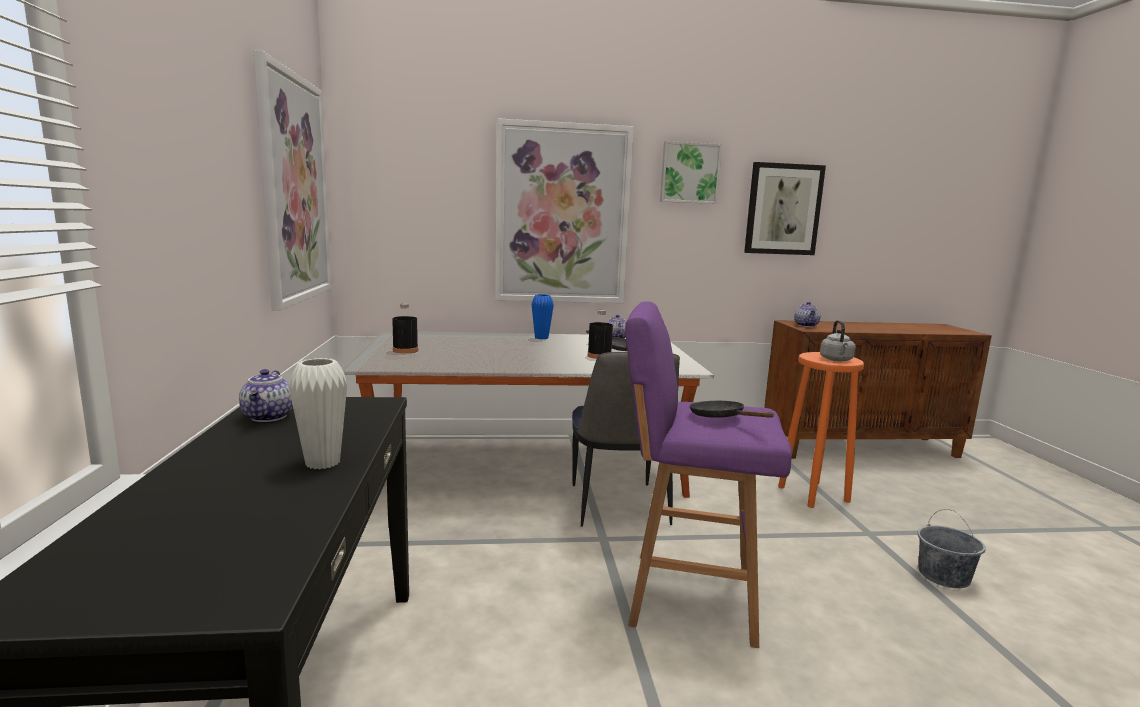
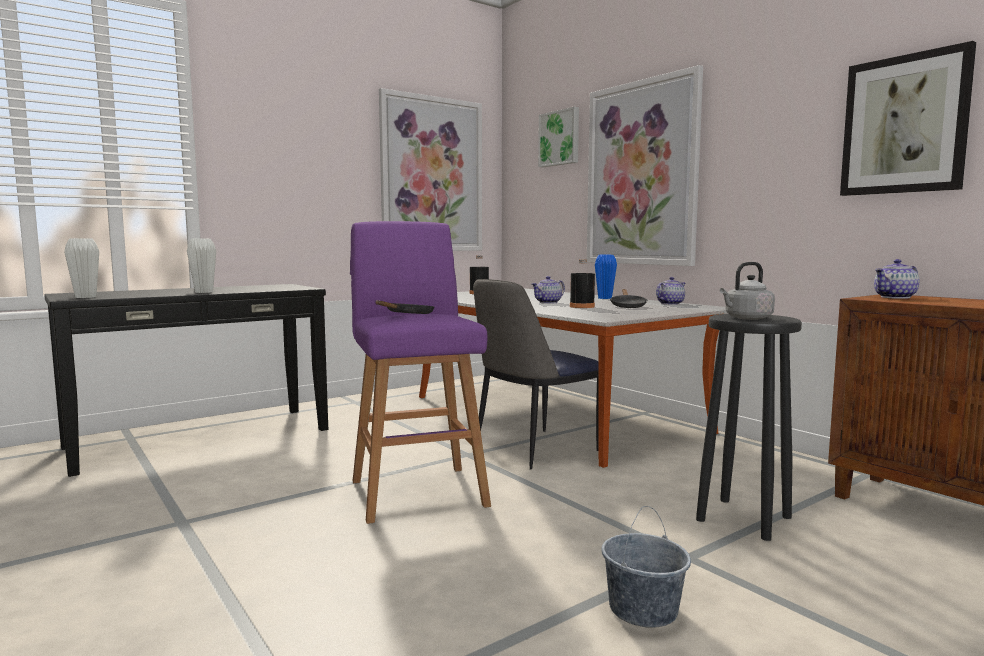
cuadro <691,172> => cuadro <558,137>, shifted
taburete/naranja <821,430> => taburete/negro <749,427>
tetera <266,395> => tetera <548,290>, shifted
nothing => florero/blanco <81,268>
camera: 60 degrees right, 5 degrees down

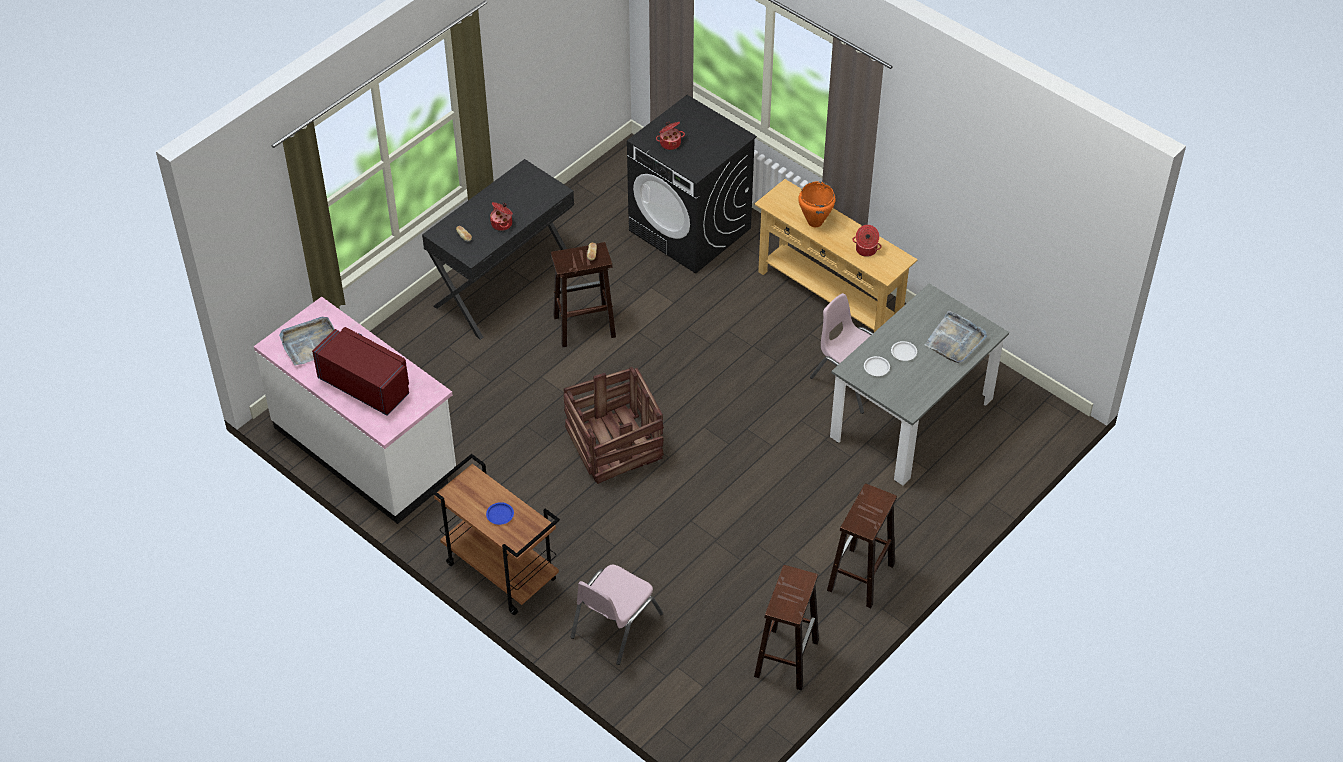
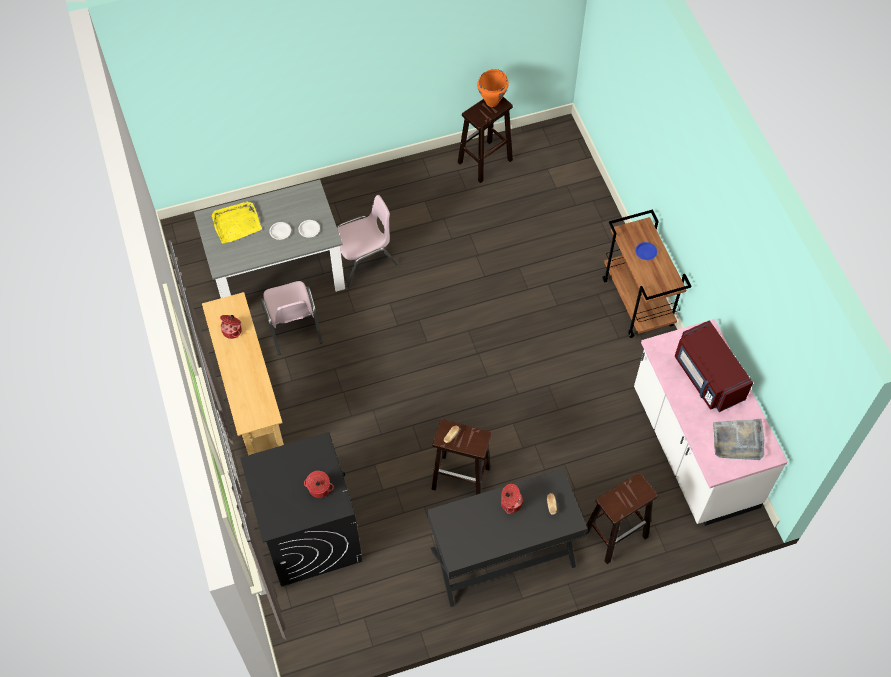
olla/naranja <817,204> => olla/naranja <493,88>, shifted
bandeja/gris <956,337> => bandeja/amarillo <237,222>
caja de embalaje <613,425> => nothing
taburete/marrón <862,546> => taburete/marrón <622,518>, shifted
silla/rosa <617,614> => silla/rosa <363,240>, shifted
camera: 150 degrees left, 10 degrees up

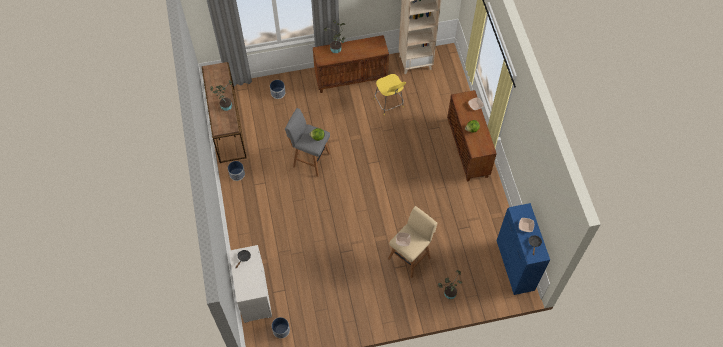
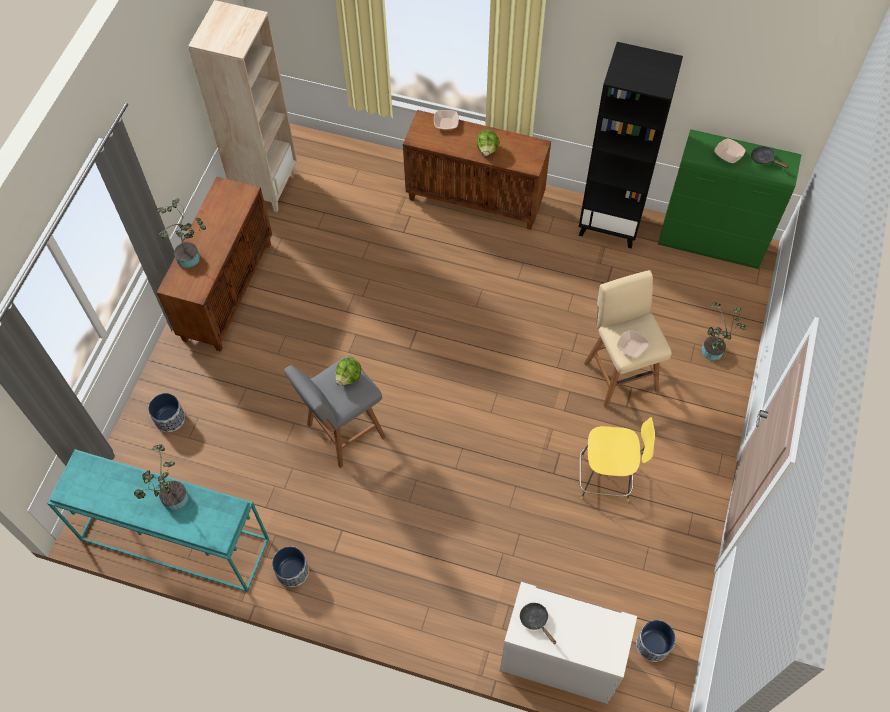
mesa consola/marrón <224,112> => mesa consola/turquesa <158,520>
taburete/amarillo <390,94> => taburete/amarillo <617,459>, shifted
armario/azul <523,249> => armario/verde <730,199>
nothing => estantería/negro <631,145>
camera: 60 degrees left, 0 degrees up

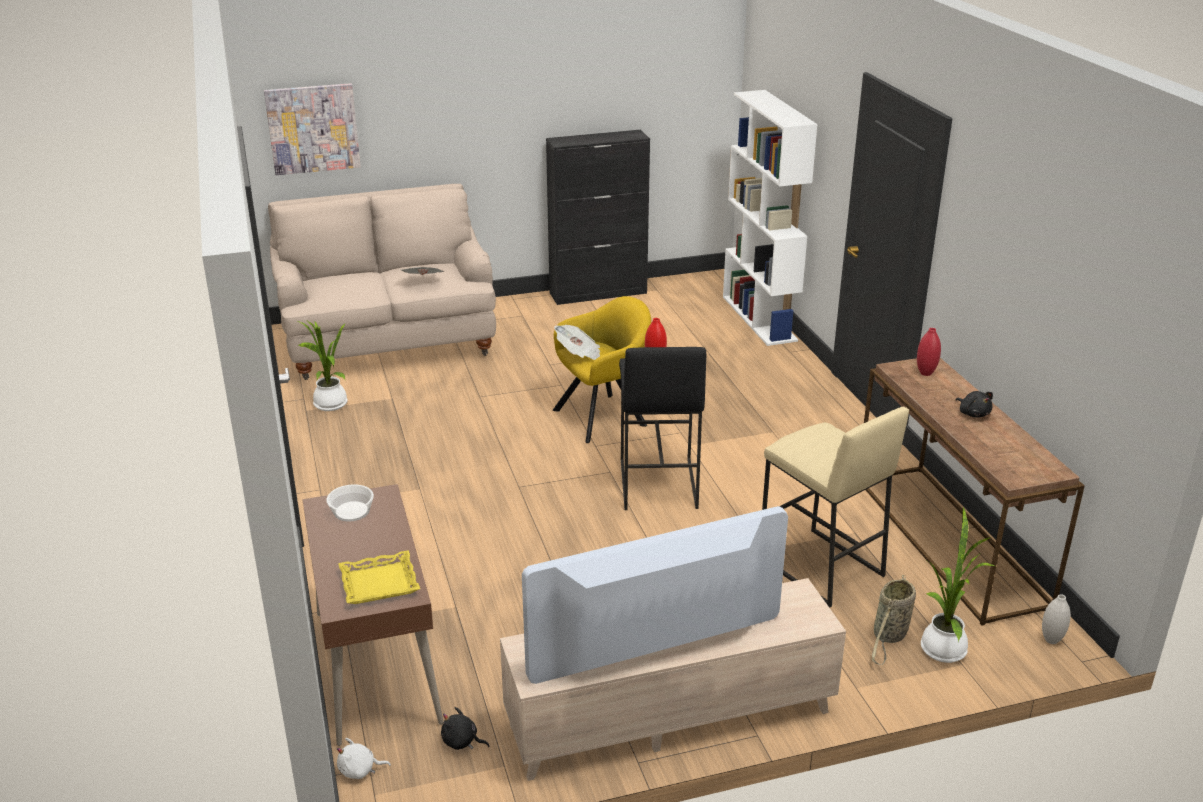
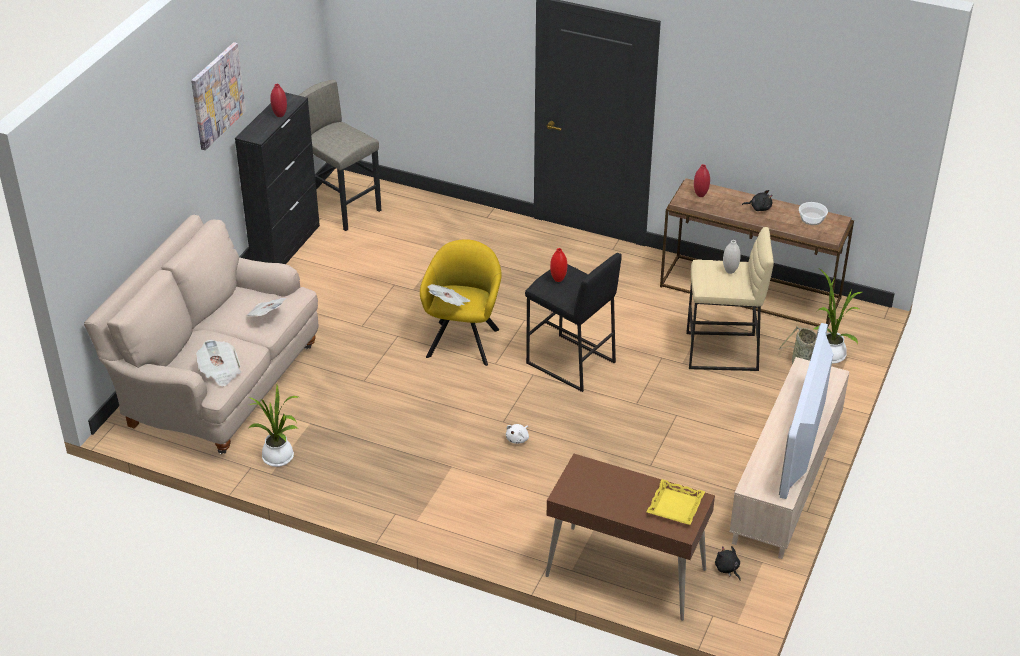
cuadro <312,129> => cuadro <218,96>, shifted
estantería/blanco <770,218> => nothing
cuenco <350,503> => cuenco <813,213>, shifted
florero/blanco <1056,619> => florero/blanco <732,257>, shifted
peluche/negro <465,728> => peluche/negro <728,563>, 90 degrees clockwise
peluche/blanco <364,758> => peluche/blanco <517,434>, shifted
nothing => taburete/gris <340,155>
nothing => florero/rojo <278,100>
nothing => periódico <218,363>
camera: 50 degrees left, 10 degrees up

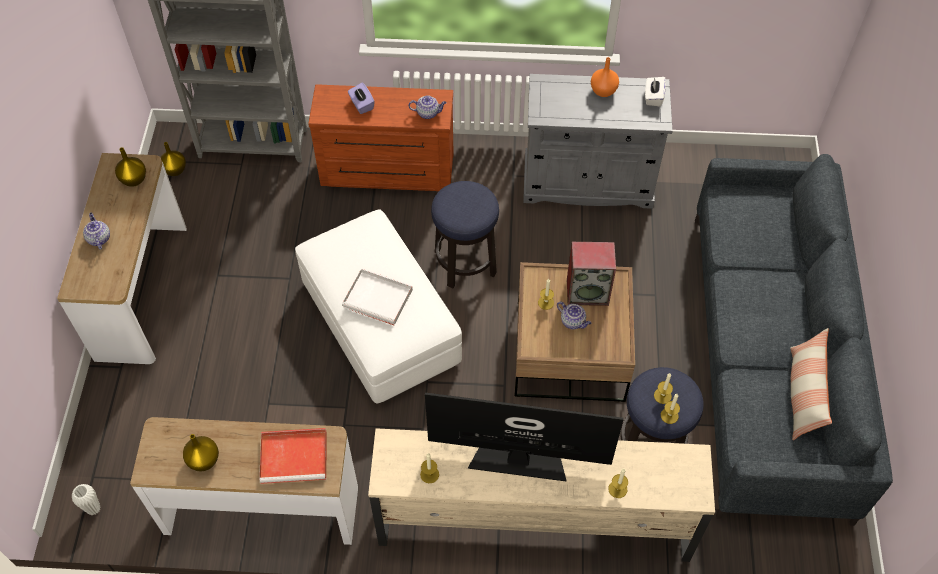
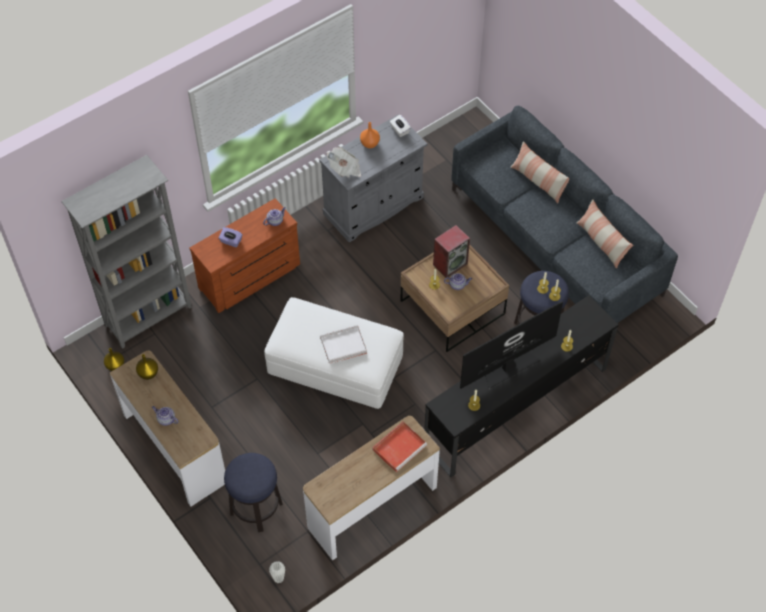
taburete <465,234> => taburete <253,492>, shifted
mueble de televisión/beis <541,495> => mueble de televisión/negro <521,386>
florero/amarillo <201,453> => nothing
nothing => cojín <540,172>
nothing => periódico <344,162>
camera: 40 degrees left, 0 degrees up

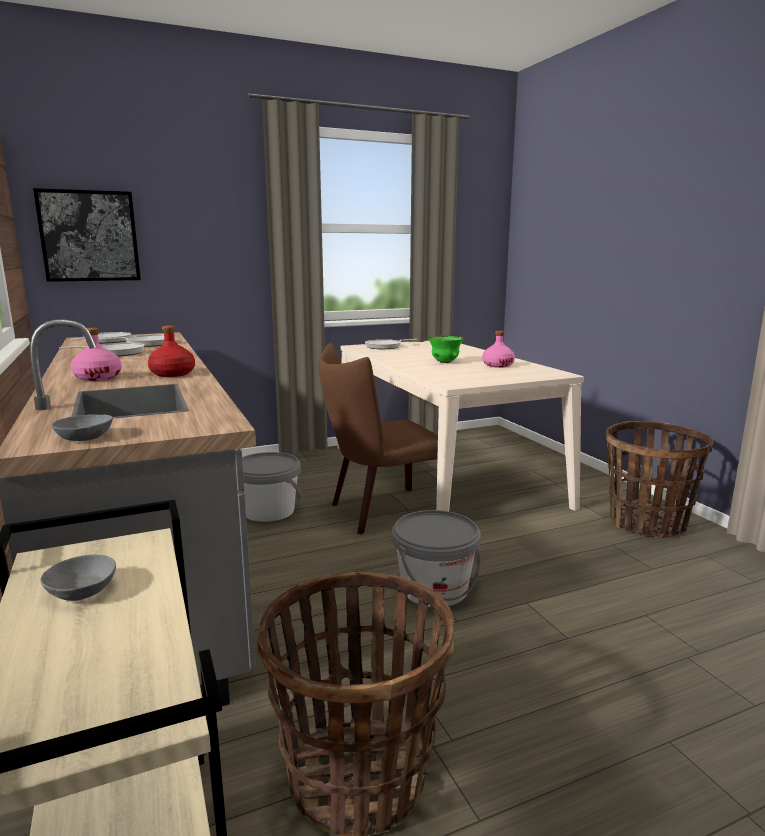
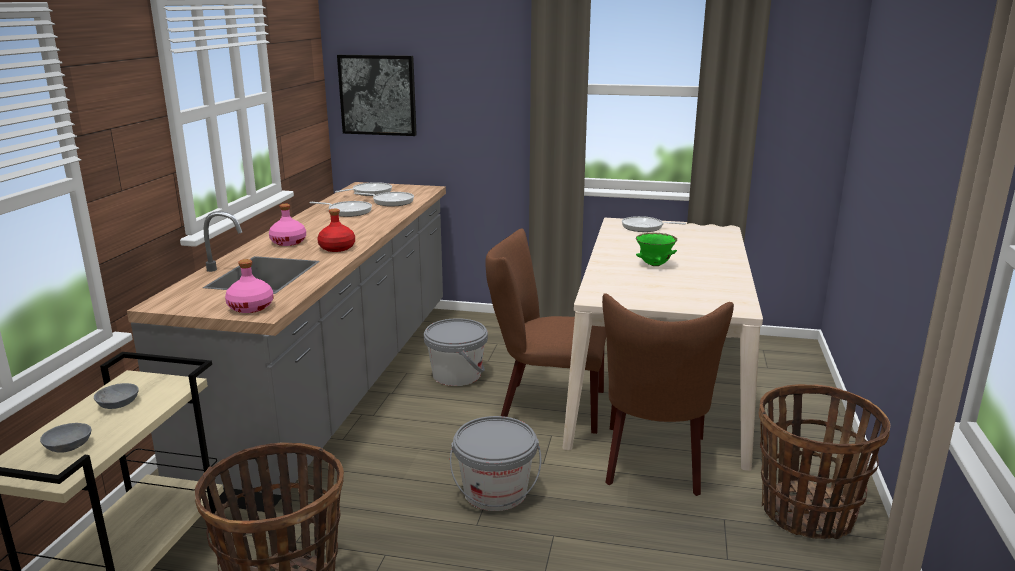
botella/rosa <498,349> => botella/rosa <249,286>, shifted
cuenco/gris <82,427> => cuenco/gris <65,438>, shifted
nothing => silla/marrón <668,394>
camera: 35 degrees right, 5 degrees up

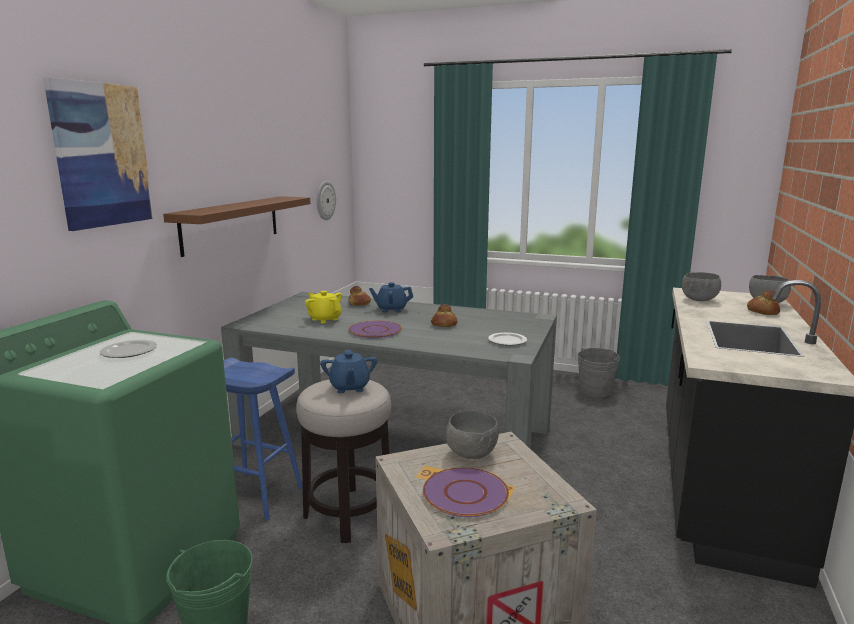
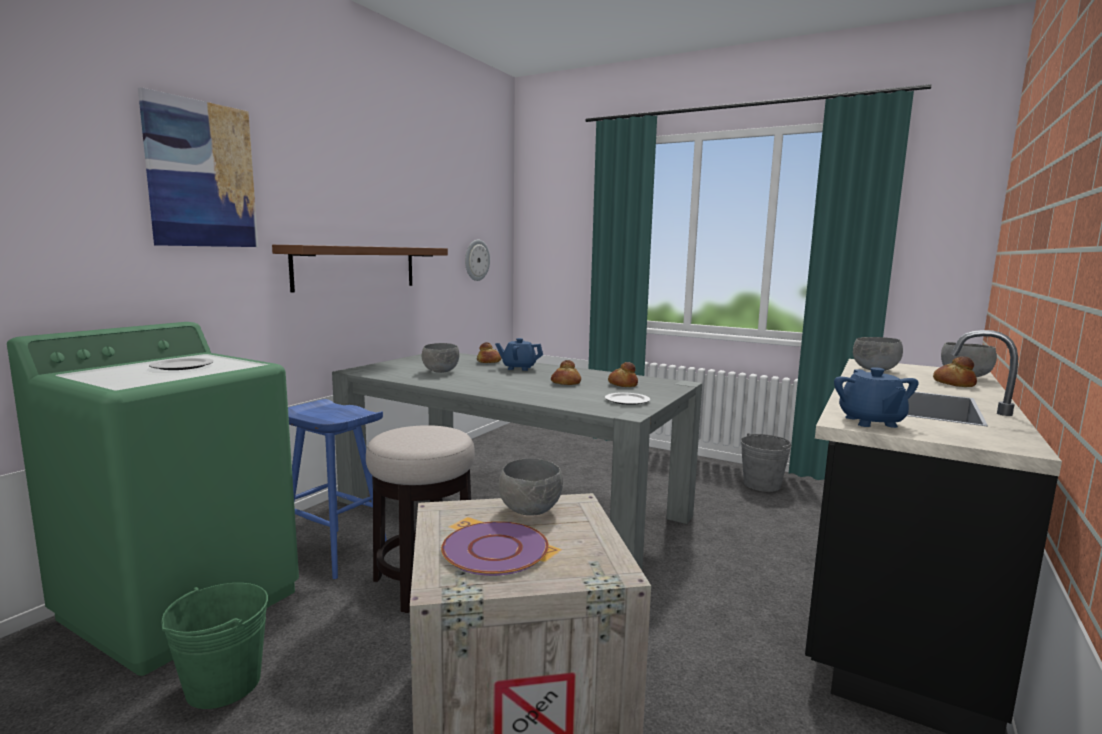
tetera/amarillo <323,307> => cuenco/gris <440,358>
plato/morado <375,329> => nothing
tetera/azul <348,371> => tetera/azul <876,397>, shifted
nothing => pan <623,374>
camera: 10 degrees right, 5 degrees down

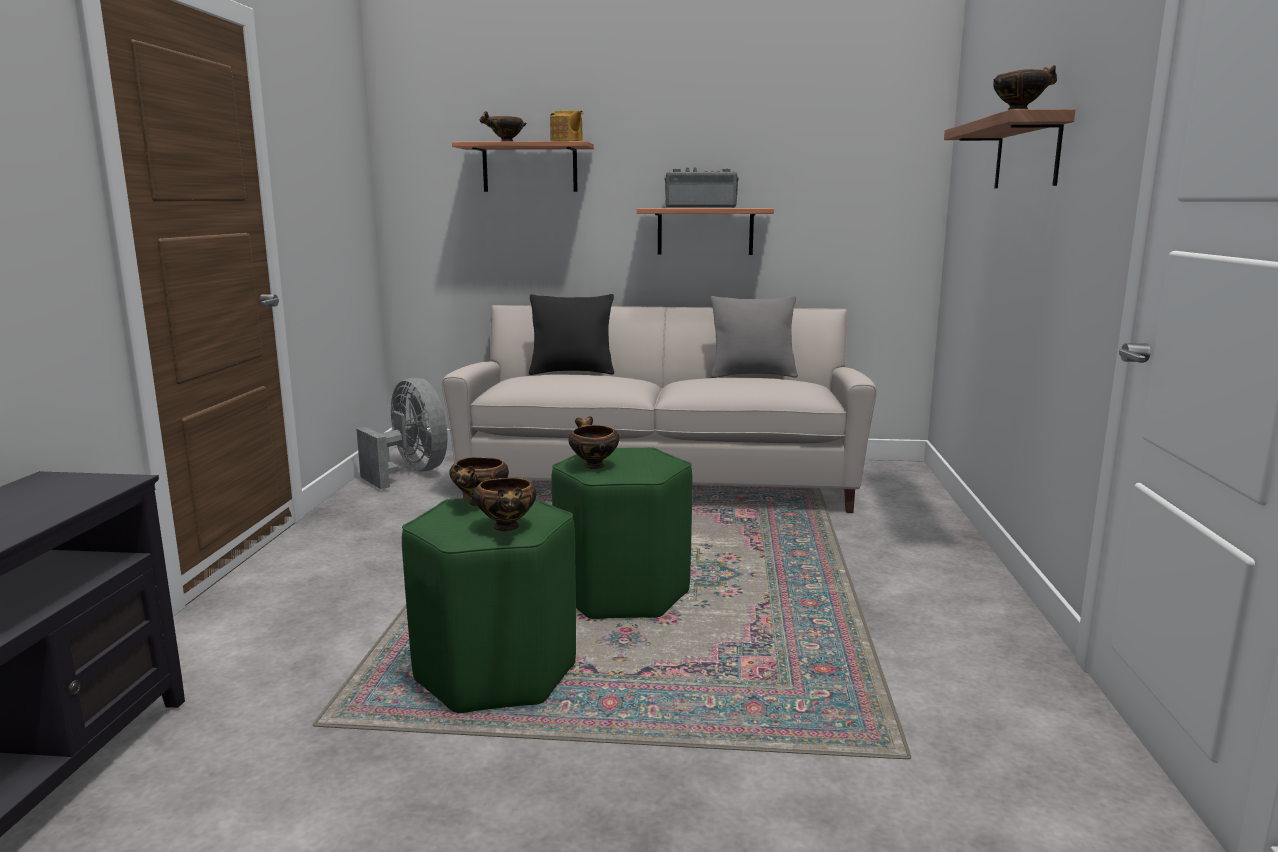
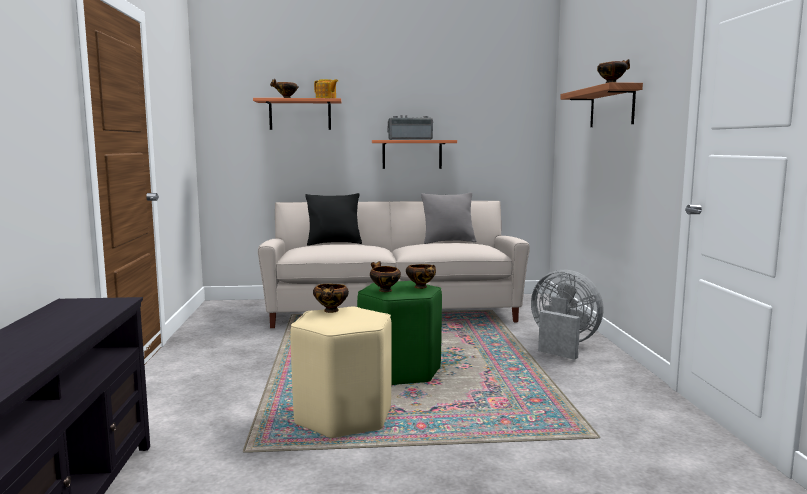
ventilador/gris <401,433> => ventilador/gris <567,315>, shifted
cuenco <505,504> => cuenco <421,276>, shifted
taburete/verde <489,605> => taburete/beis <341,372>
camera: 10 degrees left, 5 degrees down

